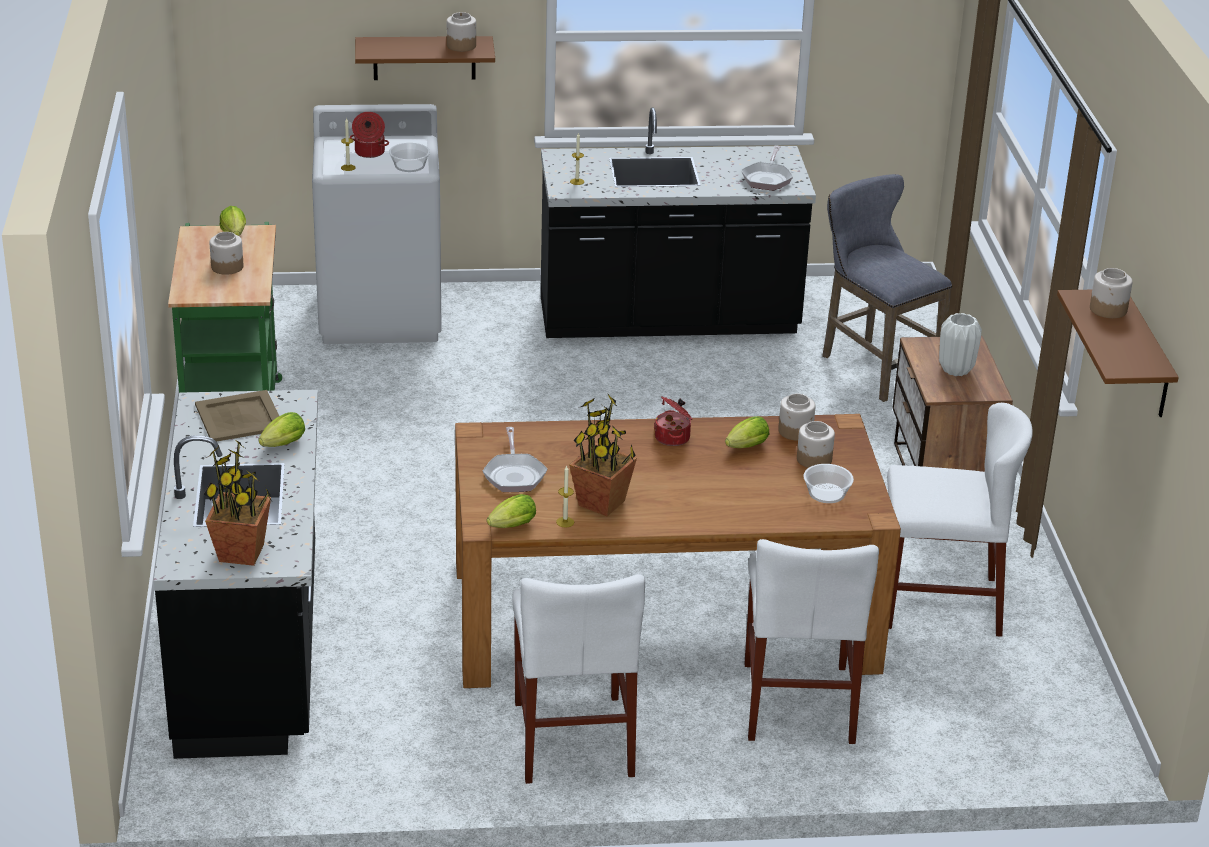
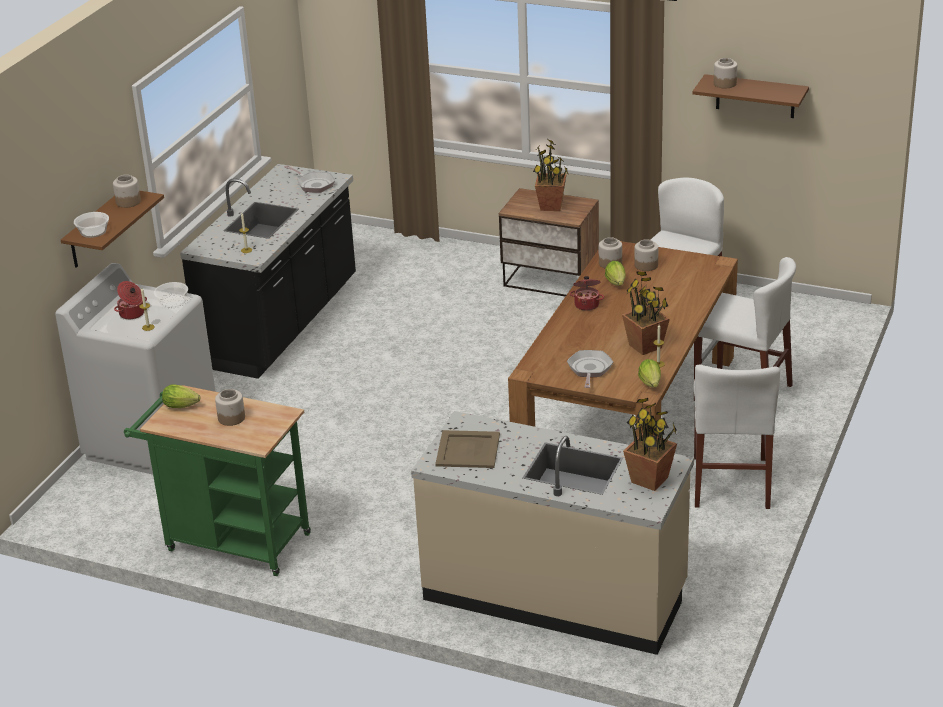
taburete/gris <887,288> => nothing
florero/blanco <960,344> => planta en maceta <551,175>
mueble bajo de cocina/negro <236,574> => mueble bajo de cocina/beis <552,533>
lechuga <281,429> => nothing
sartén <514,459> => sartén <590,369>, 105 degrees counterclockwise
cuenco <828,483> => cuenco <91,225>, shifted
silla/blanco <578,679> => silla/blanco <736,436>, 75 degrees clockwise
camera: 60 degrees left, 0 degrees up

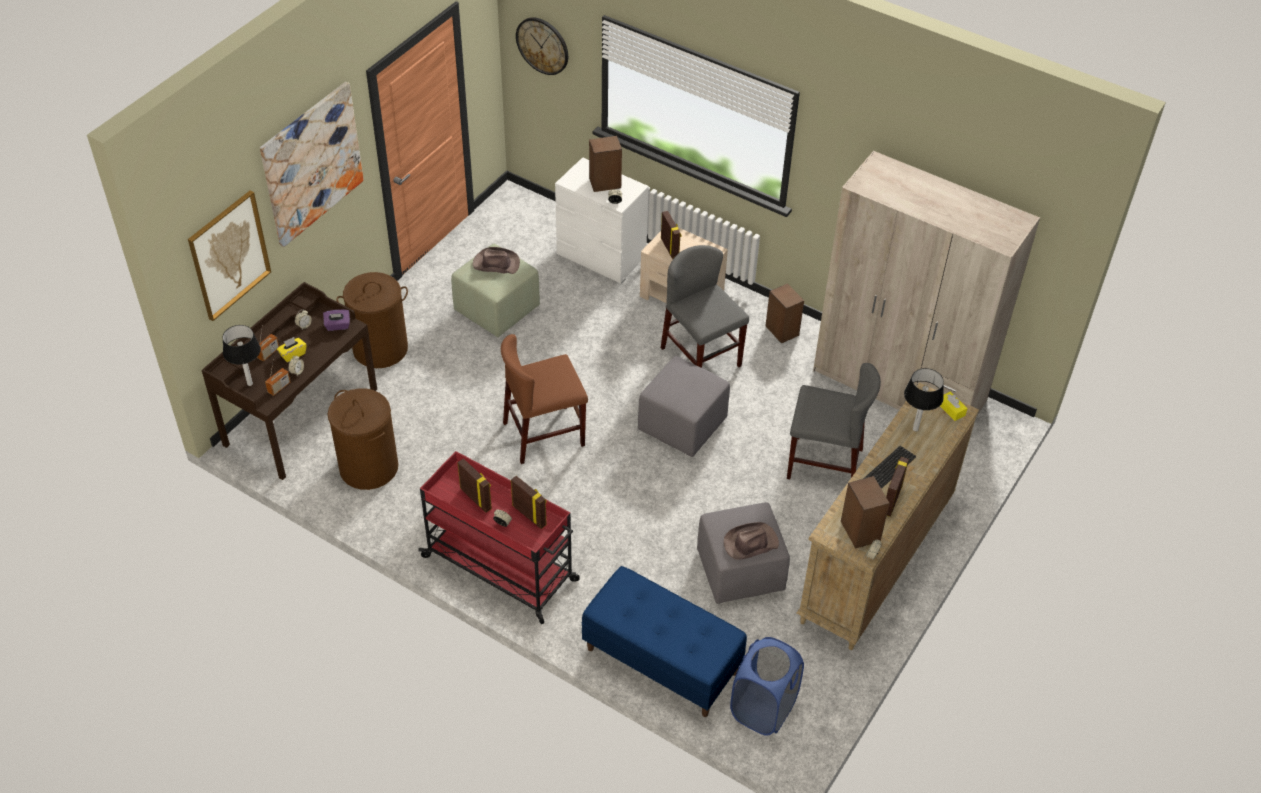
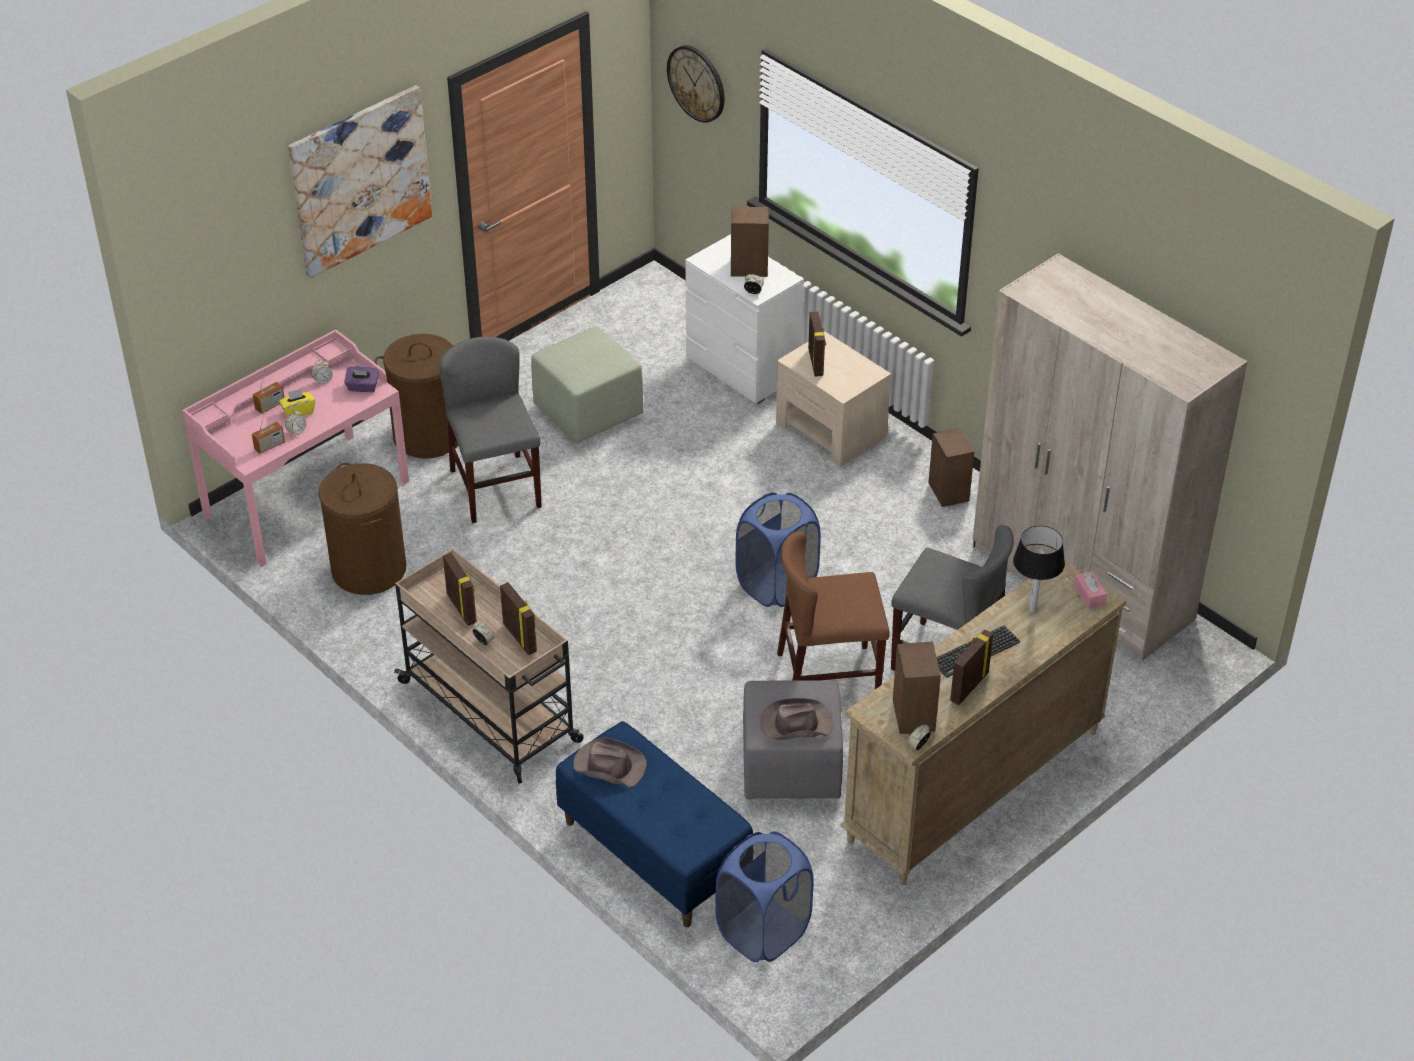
cuadro <229,255> => nothing
silla/gris <705,306> => silla/gris <490,429>, shifted
sombrero/marrón <496,260> => sombrero/marrón <610,762>, shifted
escritorio/marrón <289,381> => escritorio/rosa <295,448>
lámpara de mesa <242,355> => nothing
silla/marrón <544,399> => silla/marrón <833,610>, shifted
puf/gris <684,406> => cesto de la ropa/azul <778,550>
caja de pañuelos/amarillo <954,406> => caja de pañuelos/rosa <1090,590>
carrito/rojo <499,537> => carrito/beis <489,666>
camera: 15 degrees right, 5 degrees down

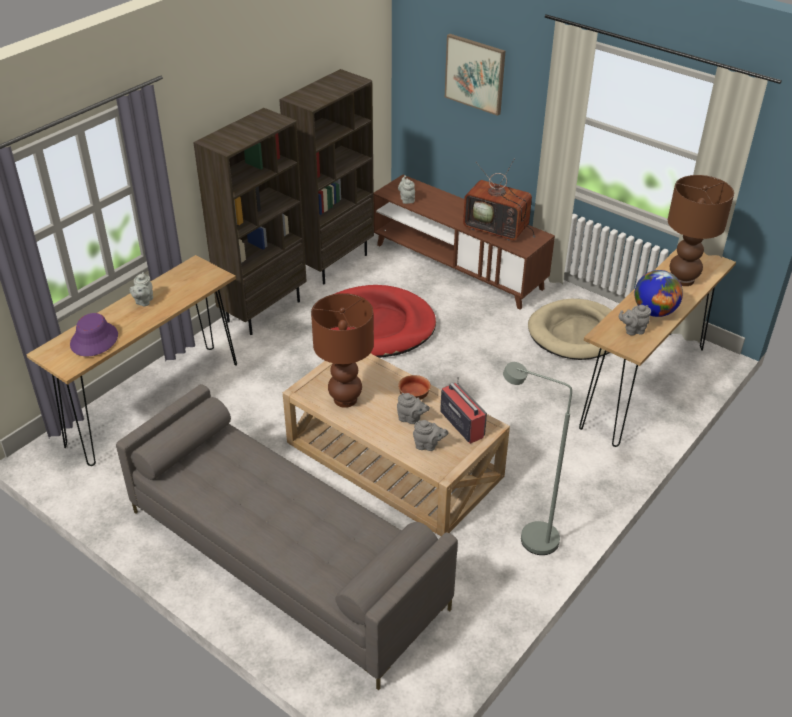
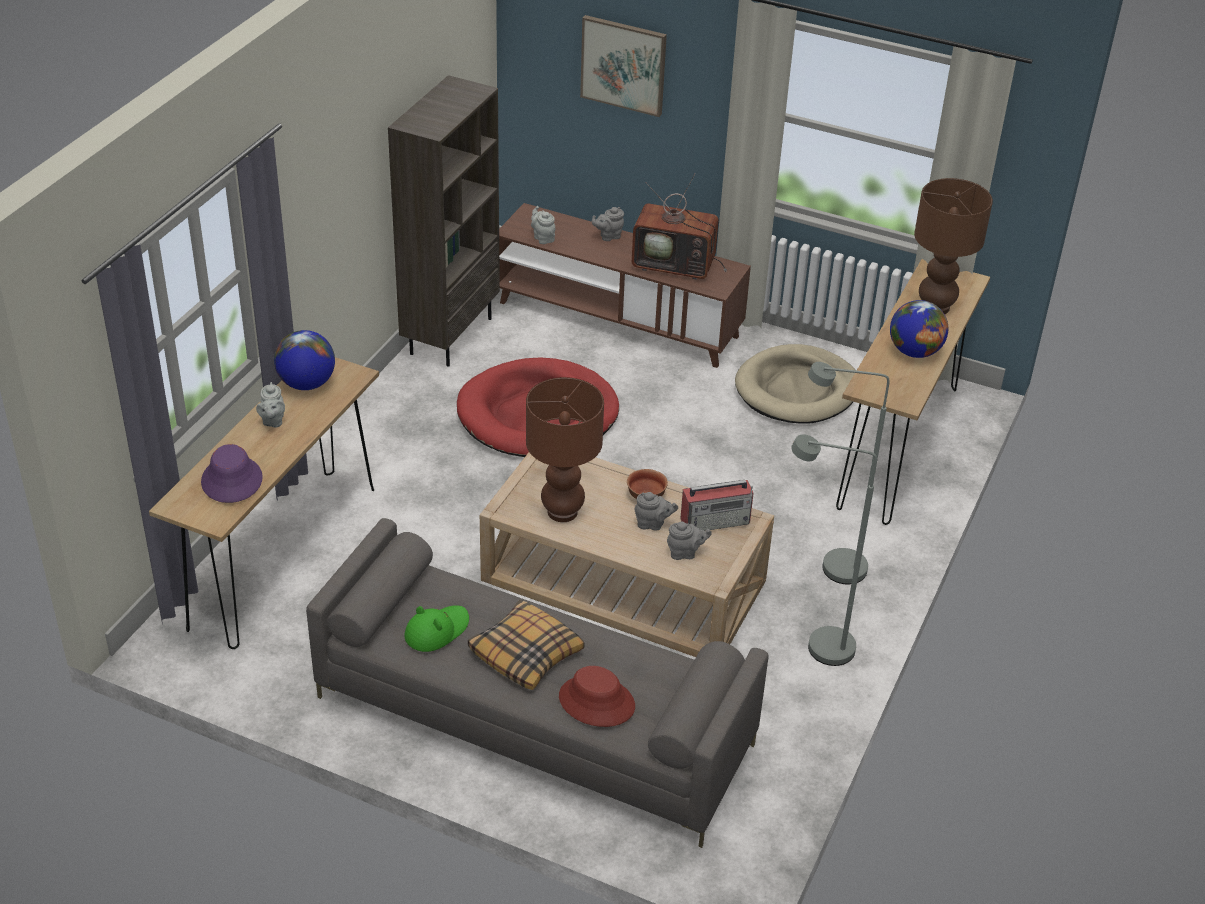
estantería/marrón <250,221> => nothing
tetera/gris <635,320> => tetera/gris <608,224>, shifted
radio <463,410> => radio <717,505>, 120 degrees clockwise
nothing => globo terráqueo <304,360>
nothing => lámpara de pie/gris <849,473>
nothing => cojín <526,645>
nothing => sombrero/verde <437,628>
nothing => sombrero/rojo <597,696>
camera: 15 degrees left, 0 degrees up

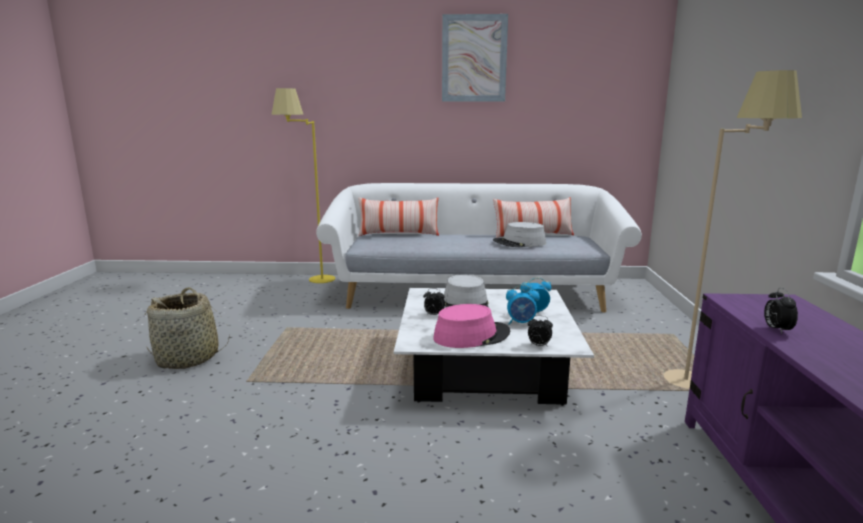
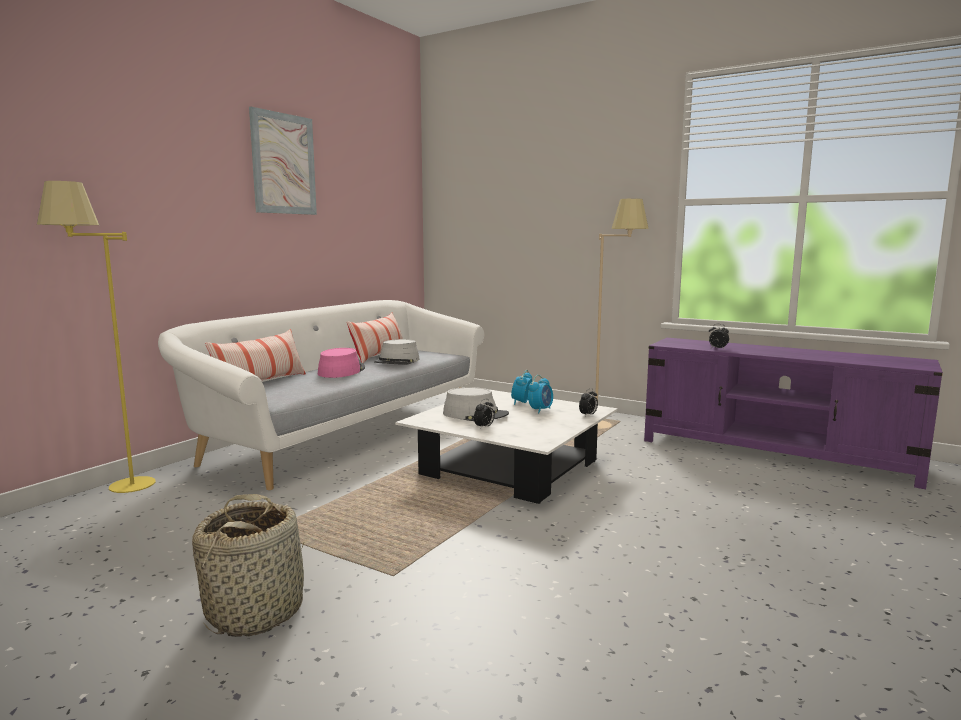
sombrero/rosa <471,326> => sombrero/rosa <341,363>, shifted
camera: 60 degrees left, 5 degrees down

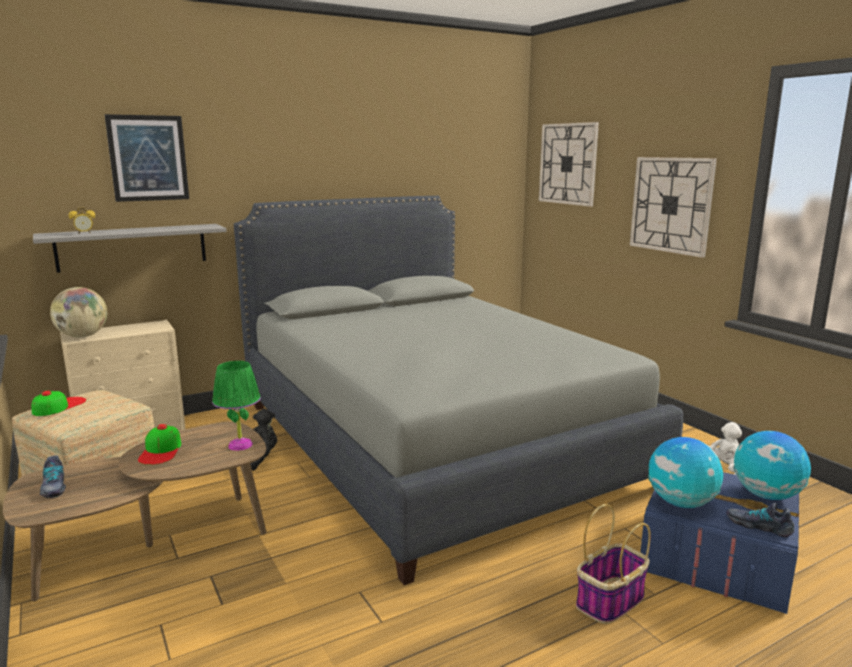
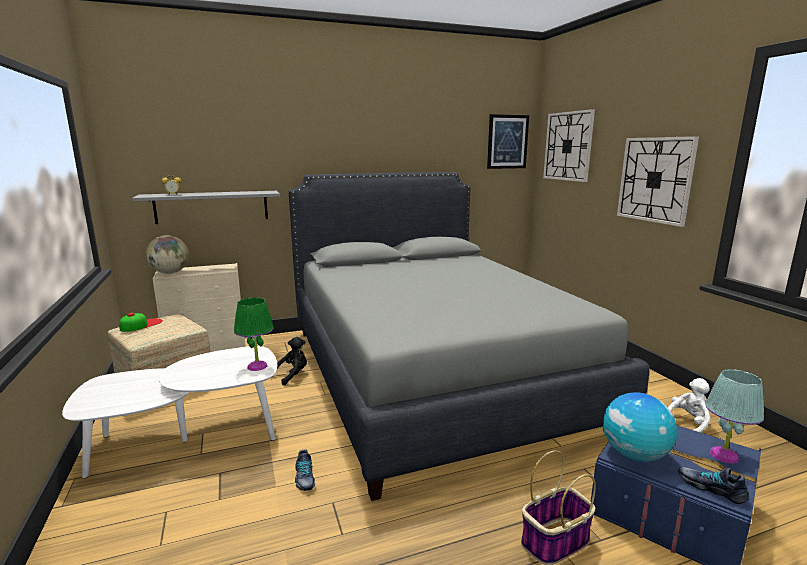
cuadro <146,158> => cuadro <508,141>, shifted
mesa de centro/marrón <134,511> => mesa de centro/blanco <169,412>
gorra <159,444> => nothing
globo terráqueo <772,465> => lámpara de mesa/turquesa <734,416>
zapato <53,476> => zapato <305,470>, shifted
camera: 10 degrees right, 0 degrees up

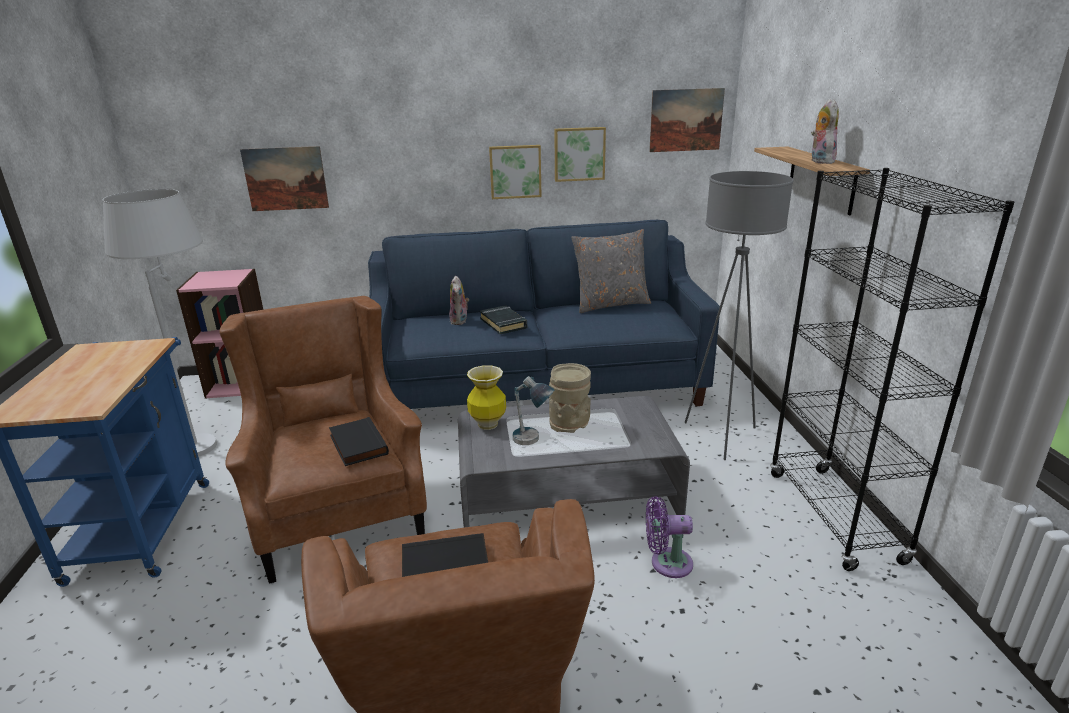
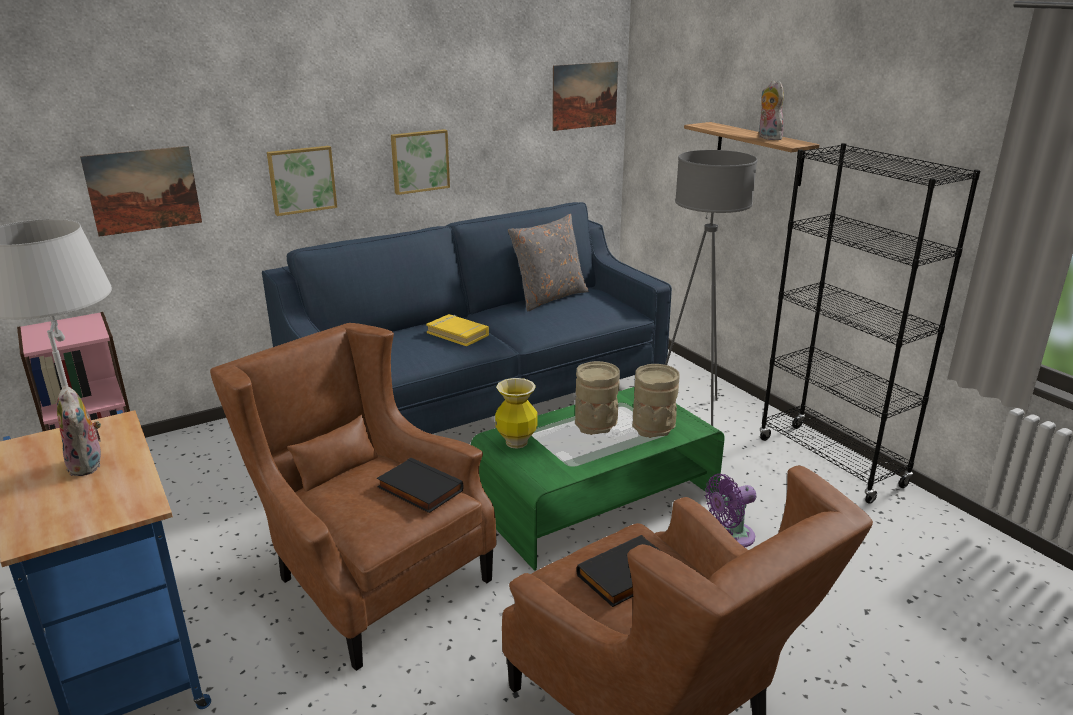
cuadro <580,154> => cuadro <302,181>, shifted
peluche <459,300> => peluche <79,430>, shifted
libro/negro <503,319> => libro/amarillo <457,330>
lámpara de mesa <534,410> => nothing
mesa de centro/gris <574,461> => mesa de centro/verde <598,479>
nothing => florero/beis <656,401>
camera: 25 degrees left, 0 degrees up

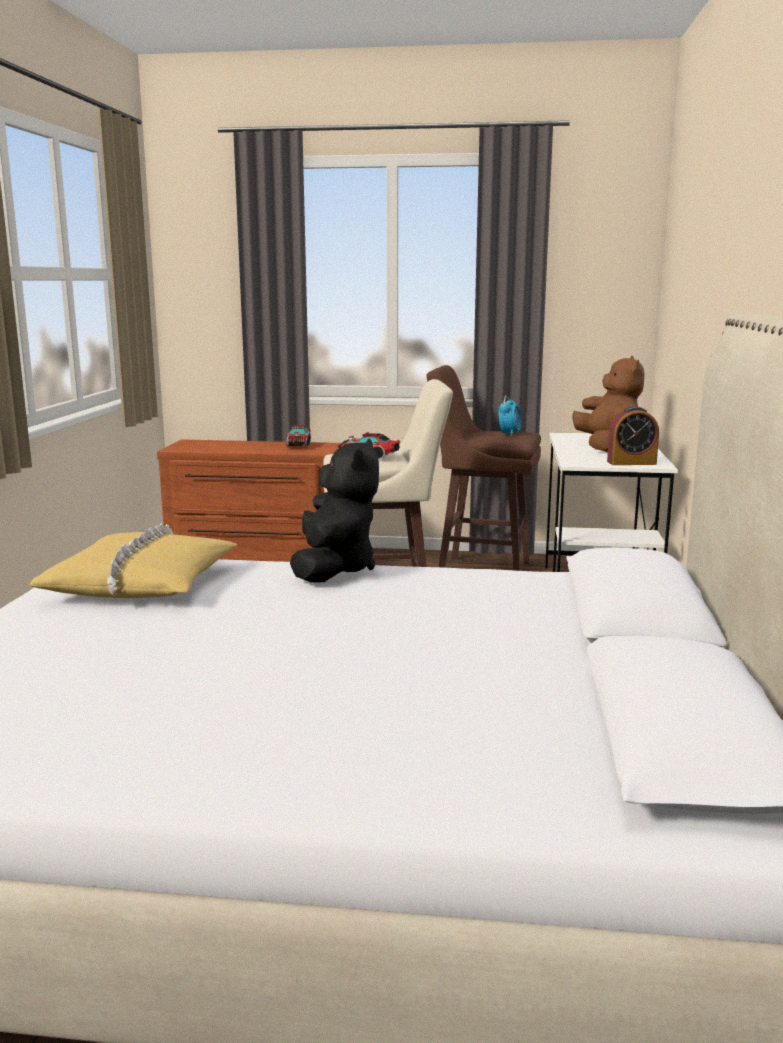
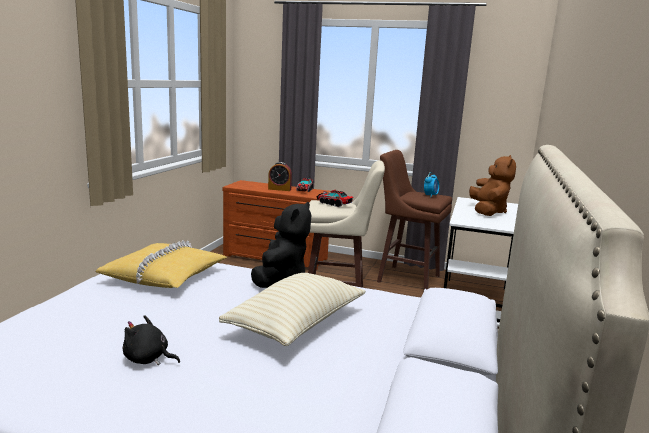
despertador <633,435> => despertador <280,176>, shifted
nothing => cojín/beis <292,309>
nothing => peluche/negro <151,340>
camera: 10 degrees right, 0 degrees up

